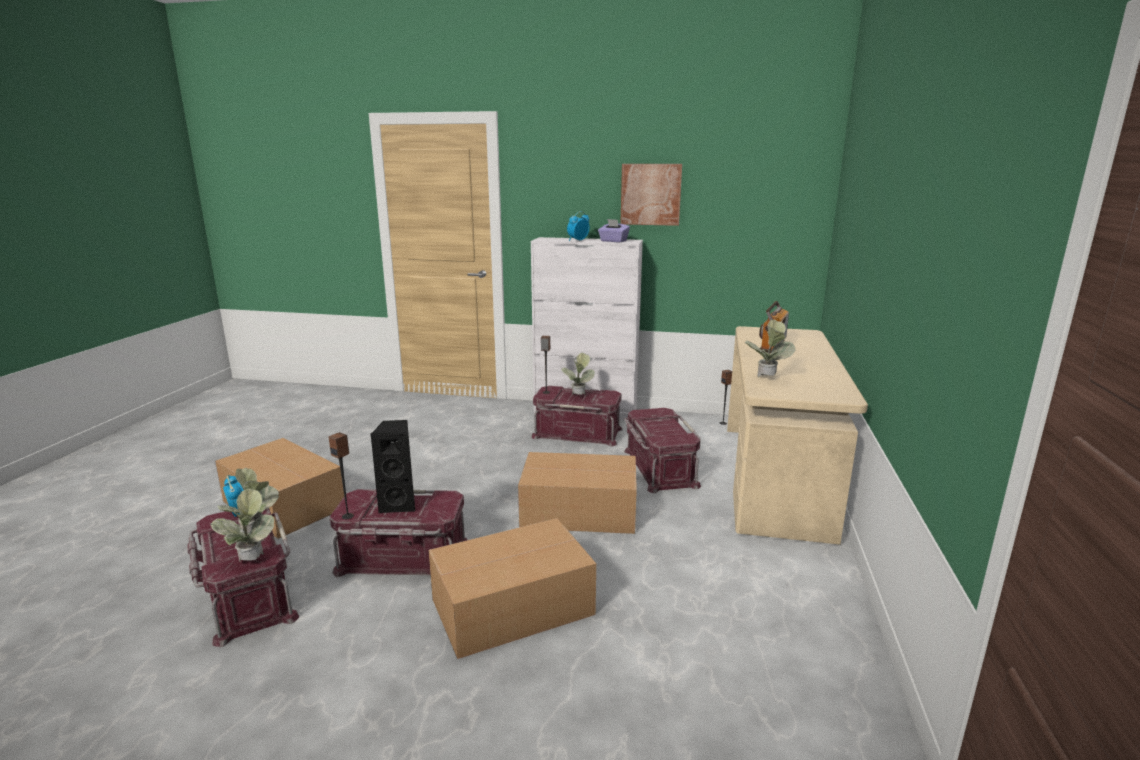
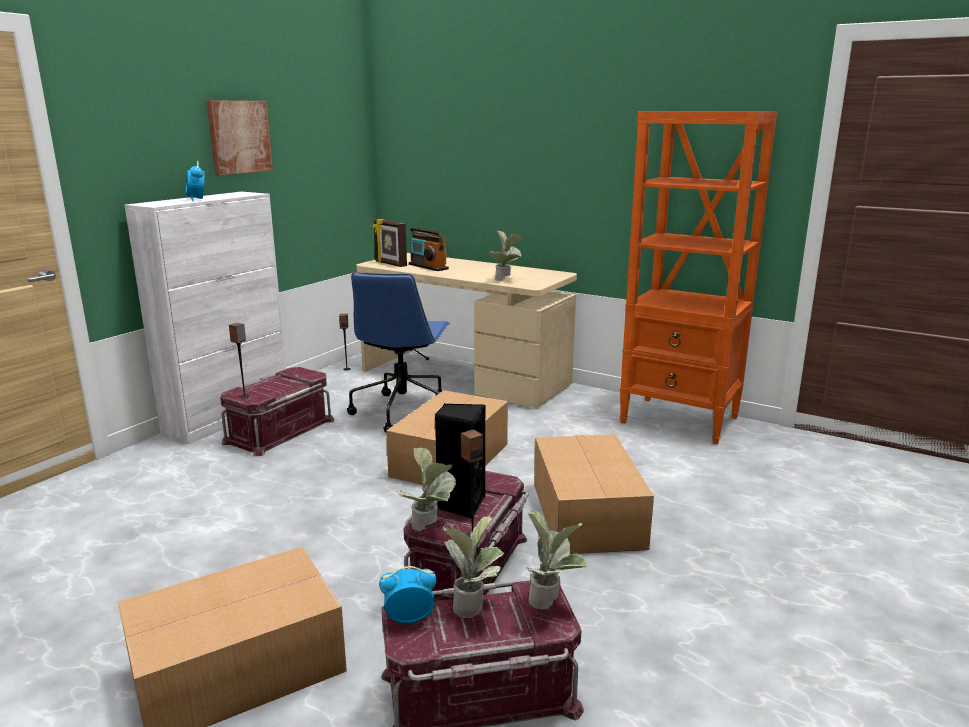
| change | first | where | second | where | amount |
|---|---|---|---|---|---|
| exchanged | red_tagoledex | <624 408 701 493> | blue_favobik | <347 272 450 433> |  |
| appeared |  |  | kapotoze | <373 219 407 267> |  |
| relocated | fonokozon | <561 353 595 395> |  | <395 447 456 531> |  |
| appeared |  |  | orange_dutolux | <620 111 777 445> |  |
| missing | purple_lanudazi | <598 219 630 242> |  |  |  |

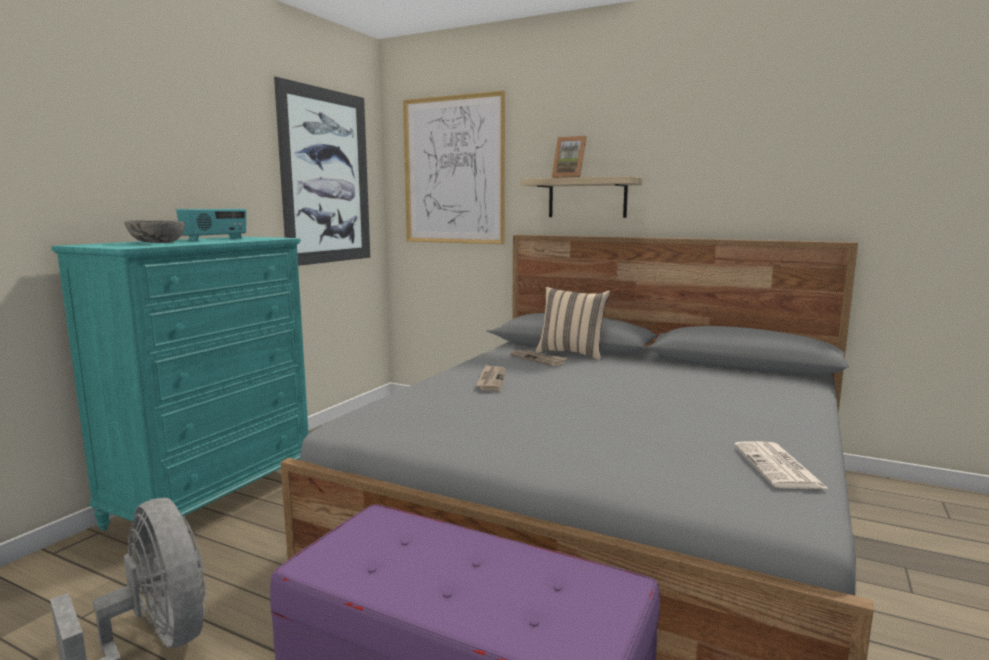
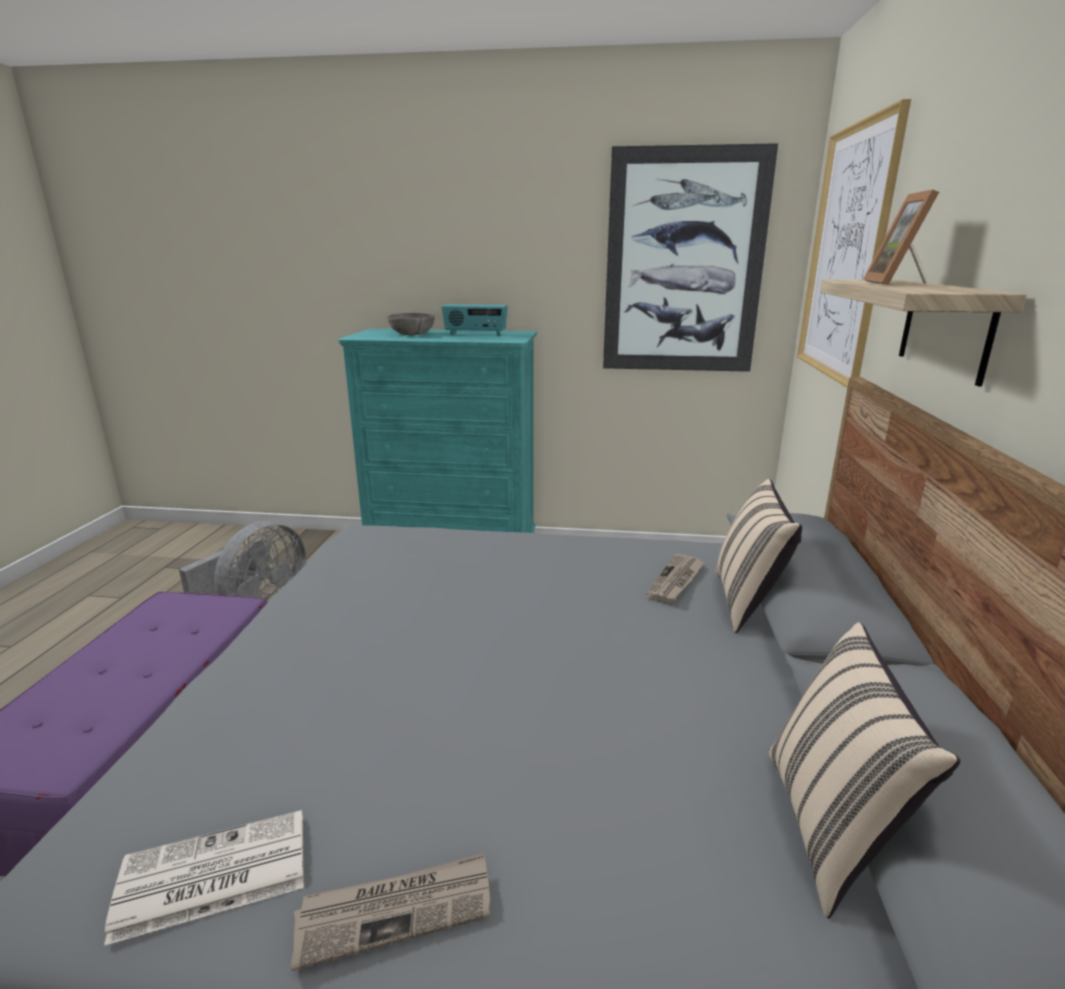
| change | first | where | second | where | amount |
|---|---|---|---|---|---|
| relocated | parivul | <476 365 506 391> |  | <291 852 490 971> |  |
| appeared |  |  | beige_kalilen | <769 622 960 918> |  |

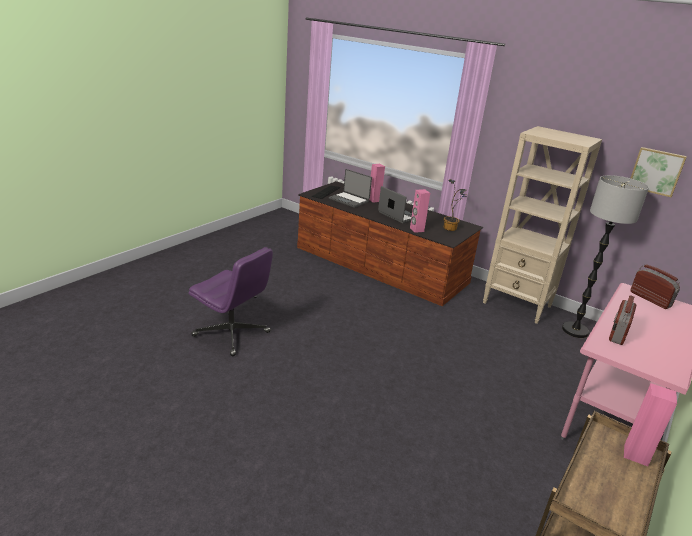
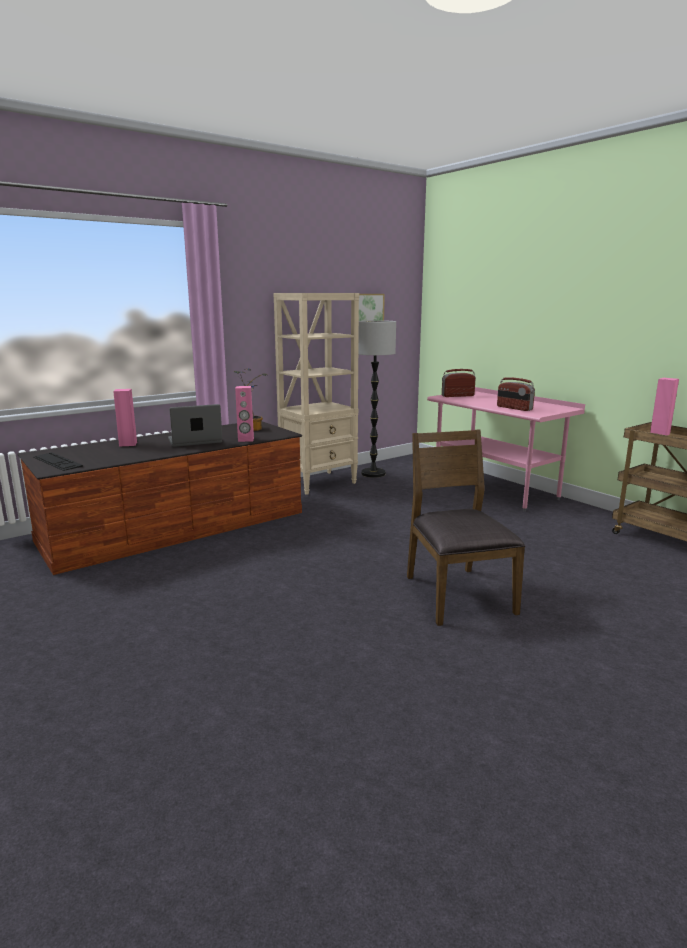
| change | first | where | second | where | amount |
|---|---|---|---|---|---|
| appeared |  |  | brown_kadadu | <407 429 526 626> |  |
| missing | purple_favobik | <189 247 273 356> |  |  |  |
| missing | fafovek | <329 169 372 208> |  |  |  |

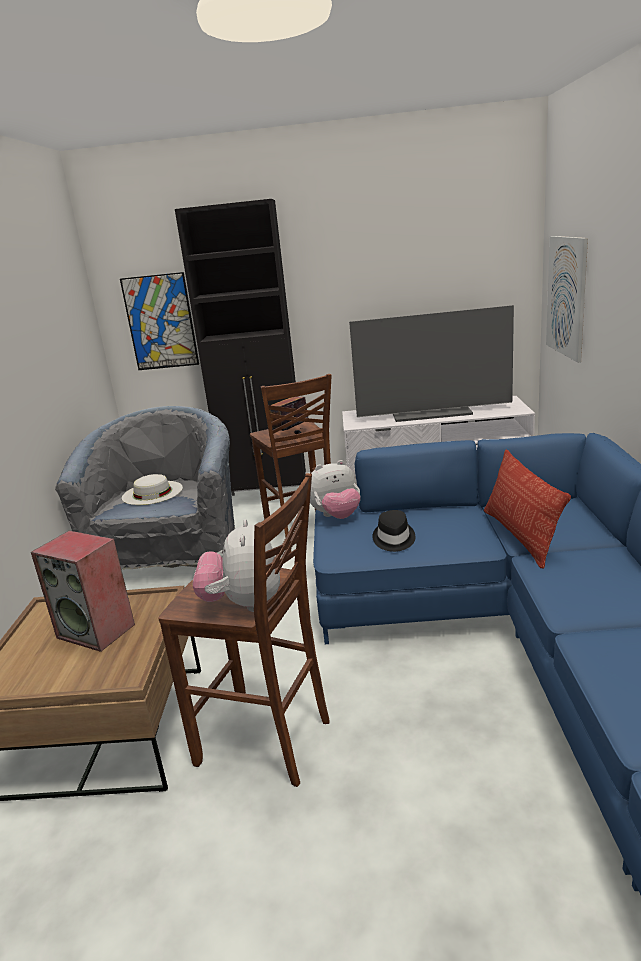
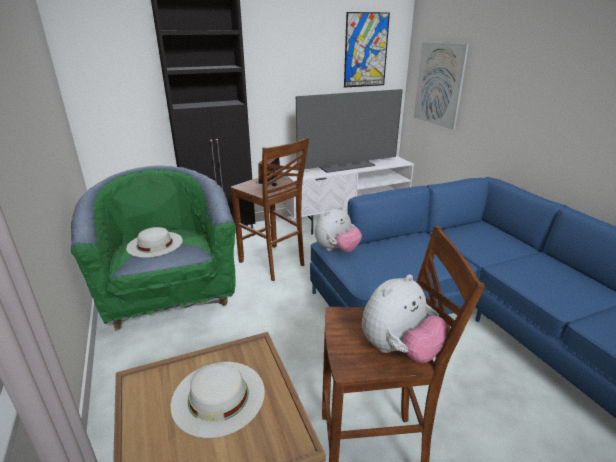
| change | first | where | second | where | amount |
|---|---|---|---|---|---|
| colour | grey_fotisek | <55 406 235 570> | green_fotisek | <71 166 236 331> |  |
| exchanged | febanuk | <31 531 135 652> | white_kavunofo | <171 362 265 438> |  |
| relocated | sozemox | <120 272 199 370> |  | <344 12 390 88> |  |
| spun | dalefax | <193 519 280 612> |  | <362 274 447 363> | 105 degrees counterclockwise |
| missing | black_kavunofo | <372 510 415 552> |  |  |  |
| missing | kalilen | <484 449 571 569> |  |  |  |

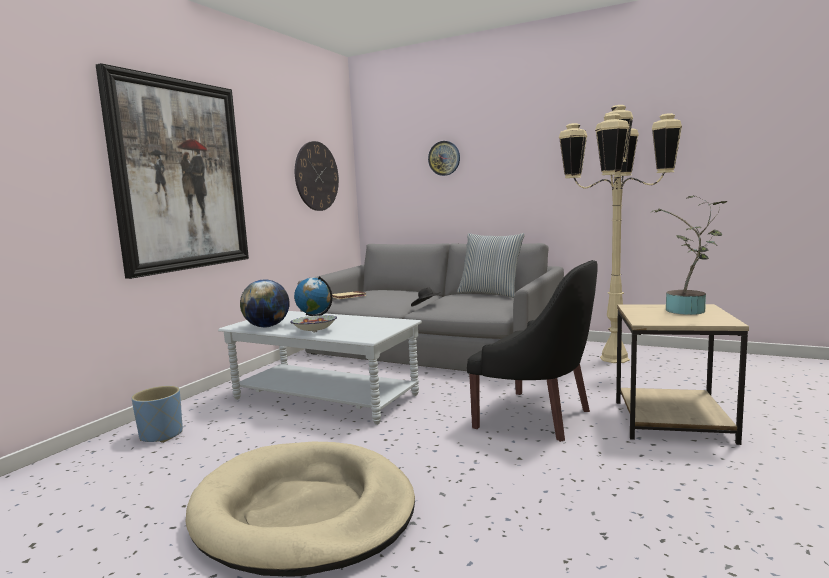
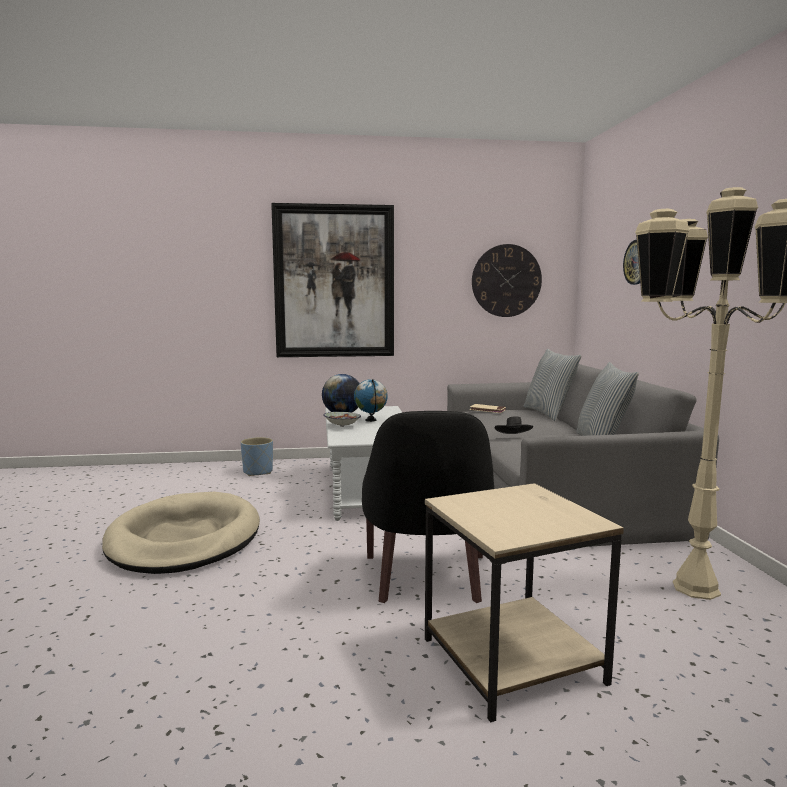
| change | first | where | second | where | amount |
|---|---|---|---|---|---|
| appeared |  |  | kalilen | <523 349 582 421> |  |
| missing | fonokozon | <652 195 728 315> |  |  |  |

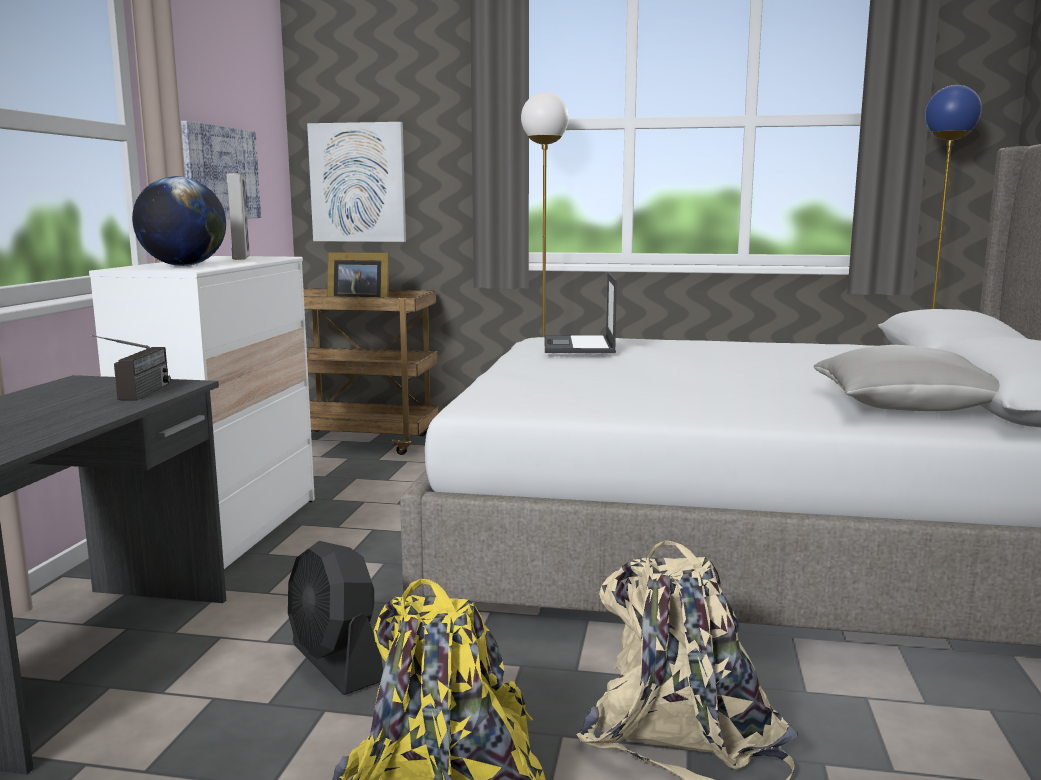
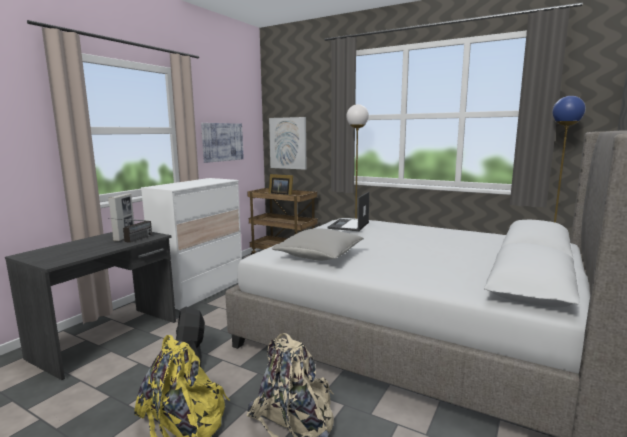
| change | first | where | second | where | amount |
|---|---|---|---|---|---|
| relocated | kapotoze | <226 173 250 260> |  | <108 193 134 241> |  |
| relocated | grey_kalilen | <813 345 1000 411> |  | <272 229 364 261> |  |
| missing | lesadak | <132 176 226 266> |  |  |  |

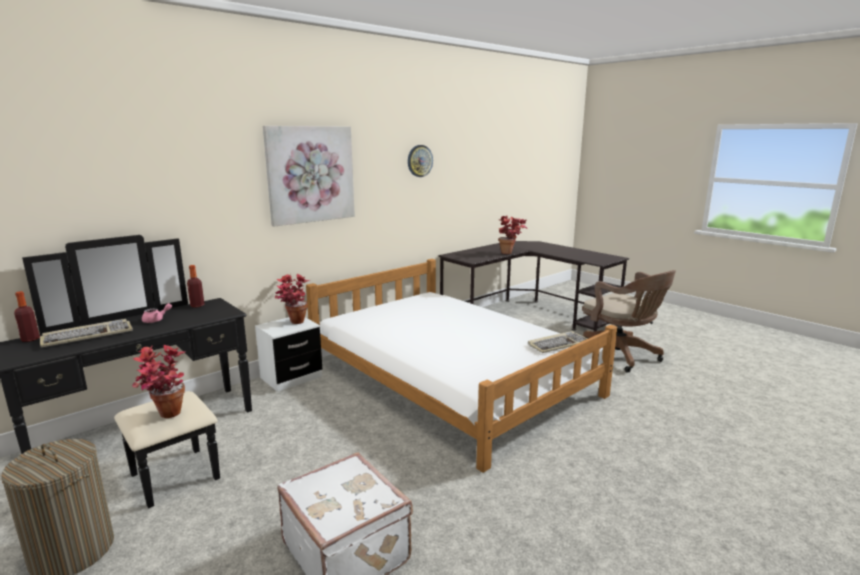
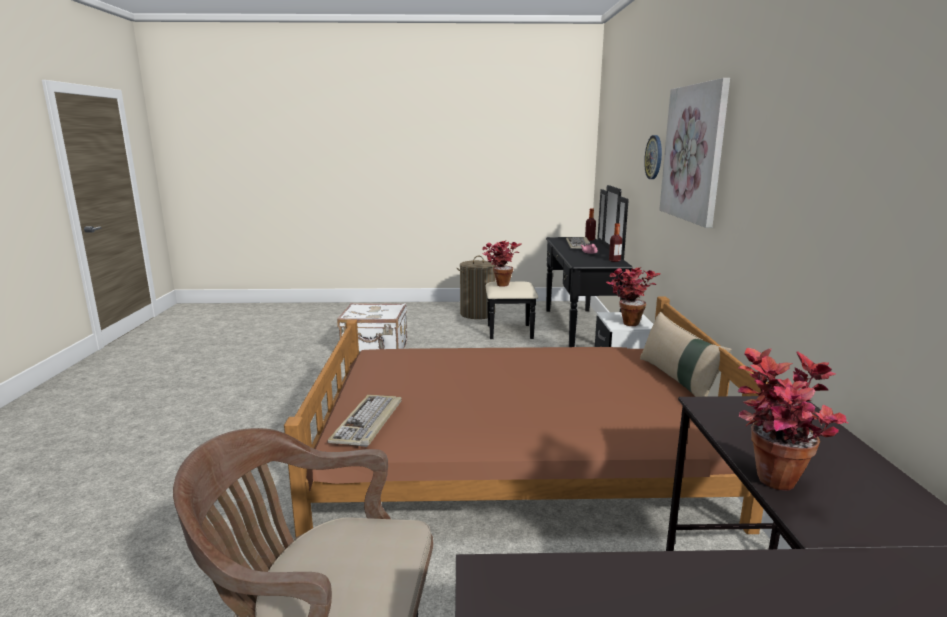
| change | first | where | second | where | amount |
|---|---|---|---|---|---|
| colour | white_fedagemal | <306 259 617 473> | brown_fedagemal | <284 297 768 538> |  |
| appeared |  |  | beige_kalilen | <640 312 731 397> |  |
| relocated | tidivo | <408 145 433 177> |  | <644 135 662 179> |  |

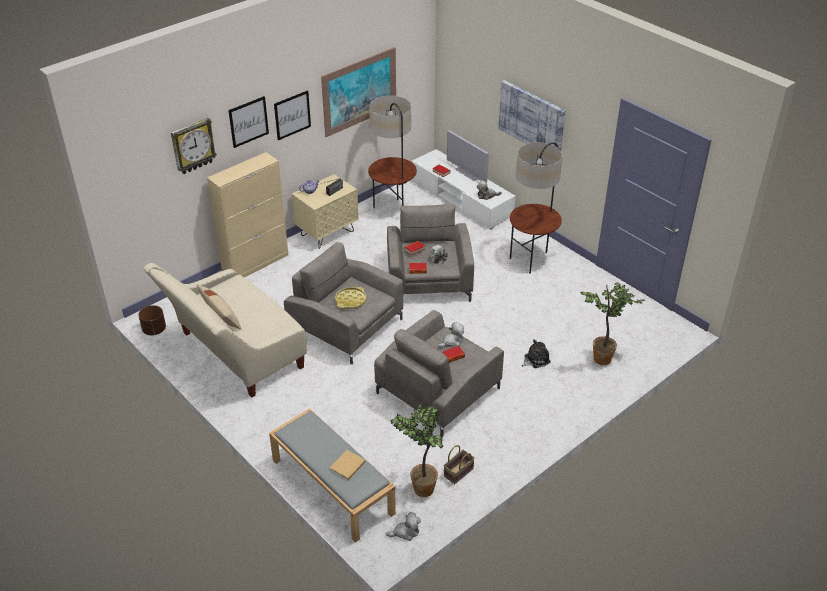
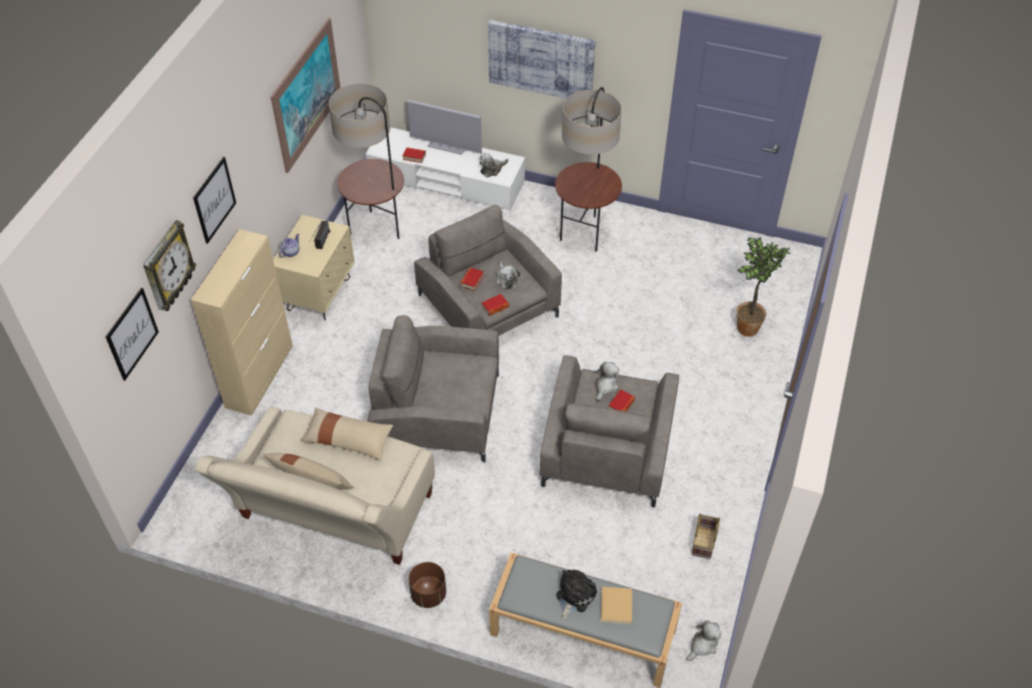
| change | first | where | second | where | amount |
|---|---|---|---|---|---|
| relocated | sozemox | <274 90 311 140> |  | <106 288 159 381> |  |
| appeared |  |  | beige_kalilen | <301 407 393 460> |  |
| relocated | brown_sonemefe | <138 305 166 335> |  | <409 562 446 608> |  |
| relocated | dalefax | <522 339 551 368> |  | <556 570 597 619> |  |
| missing | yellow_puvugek | <335 287 366 309> |  |  |  |
| missing | fonokozon | <391 404 443 497> |  |  |  |

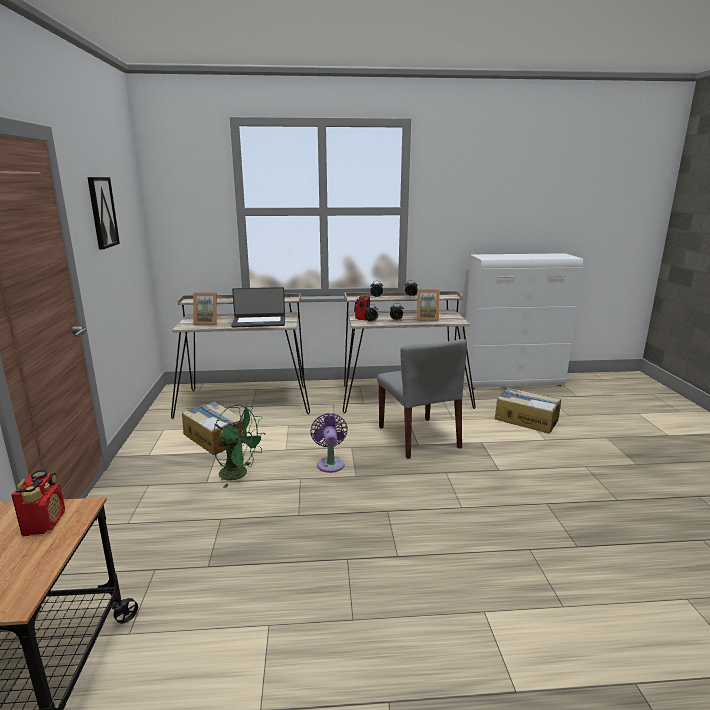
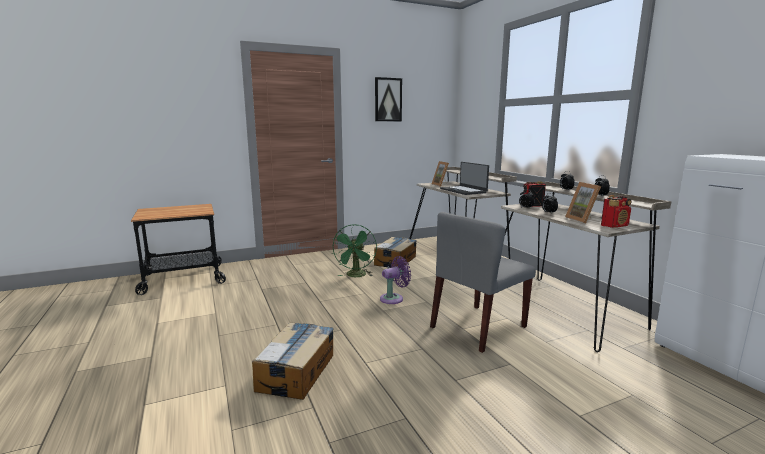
| change | first | where | second | where | amount |
|---|---|---|---|---|---|
| relocated | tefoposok | <495 387 561 433> |  | <252 322 334 400> |  |
| relocated | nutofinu | <12 469 65 536> |  | <601 195 631 228> |  |

